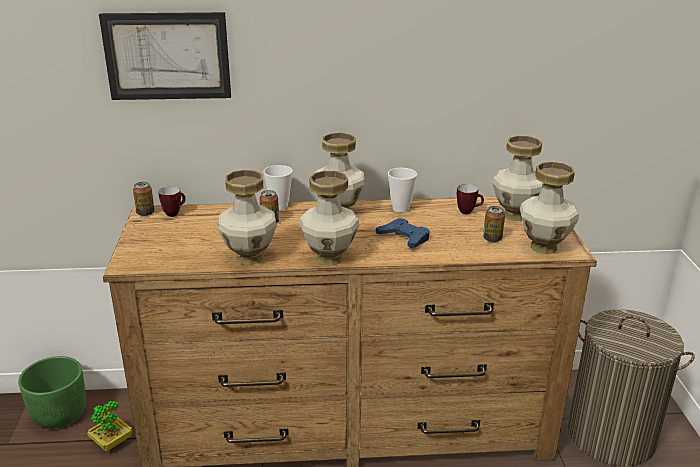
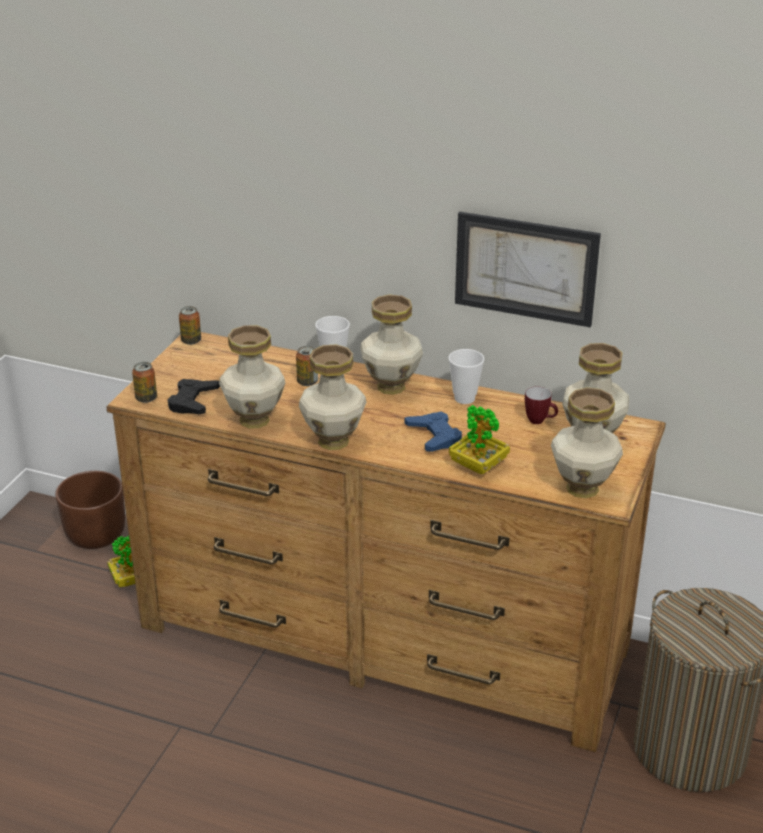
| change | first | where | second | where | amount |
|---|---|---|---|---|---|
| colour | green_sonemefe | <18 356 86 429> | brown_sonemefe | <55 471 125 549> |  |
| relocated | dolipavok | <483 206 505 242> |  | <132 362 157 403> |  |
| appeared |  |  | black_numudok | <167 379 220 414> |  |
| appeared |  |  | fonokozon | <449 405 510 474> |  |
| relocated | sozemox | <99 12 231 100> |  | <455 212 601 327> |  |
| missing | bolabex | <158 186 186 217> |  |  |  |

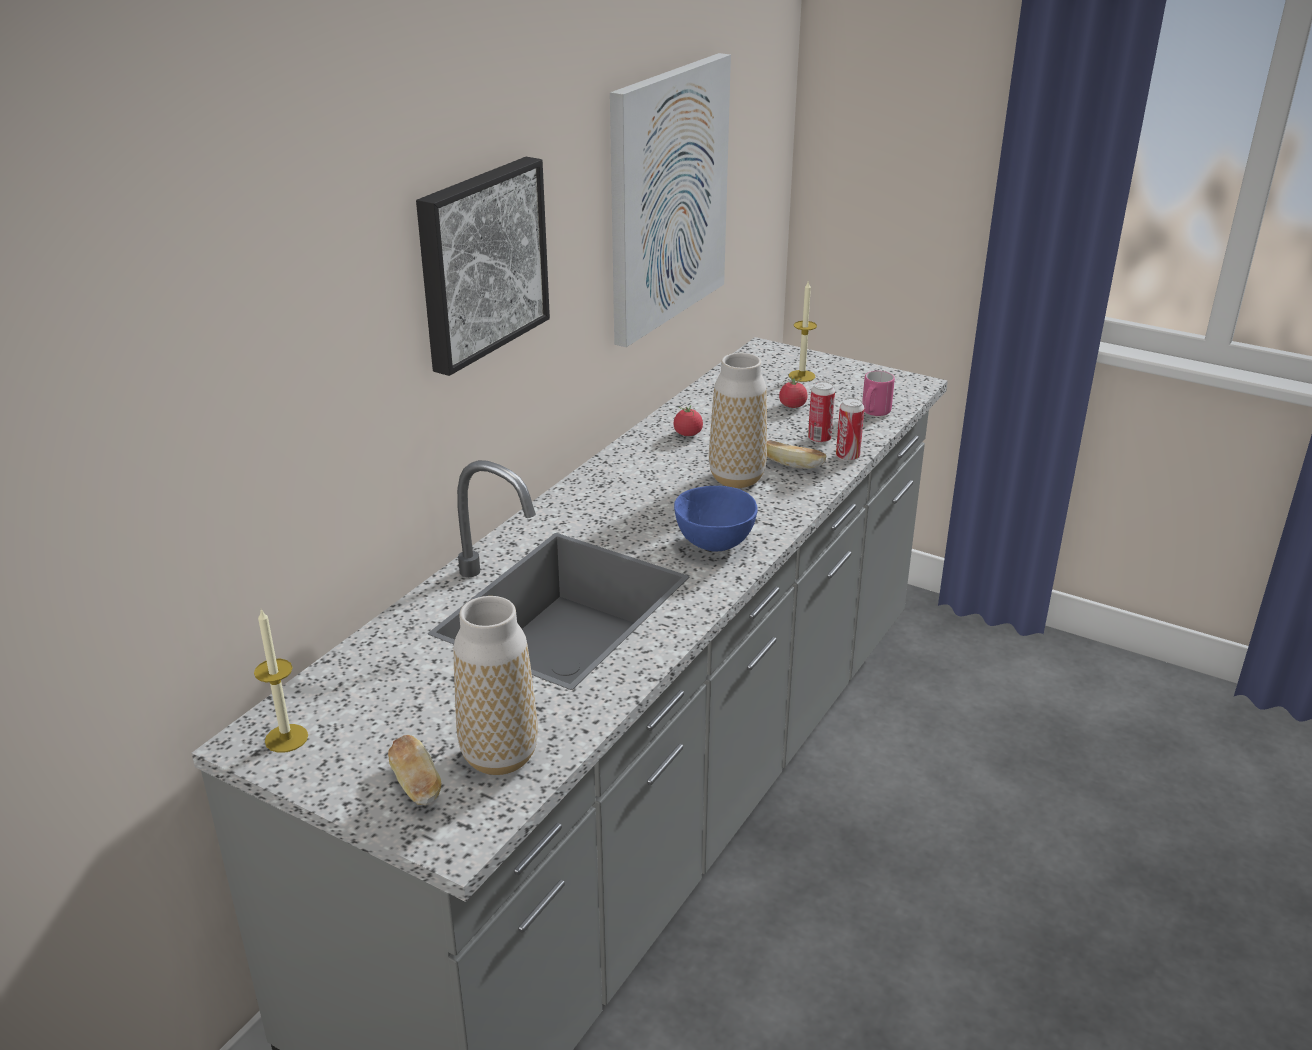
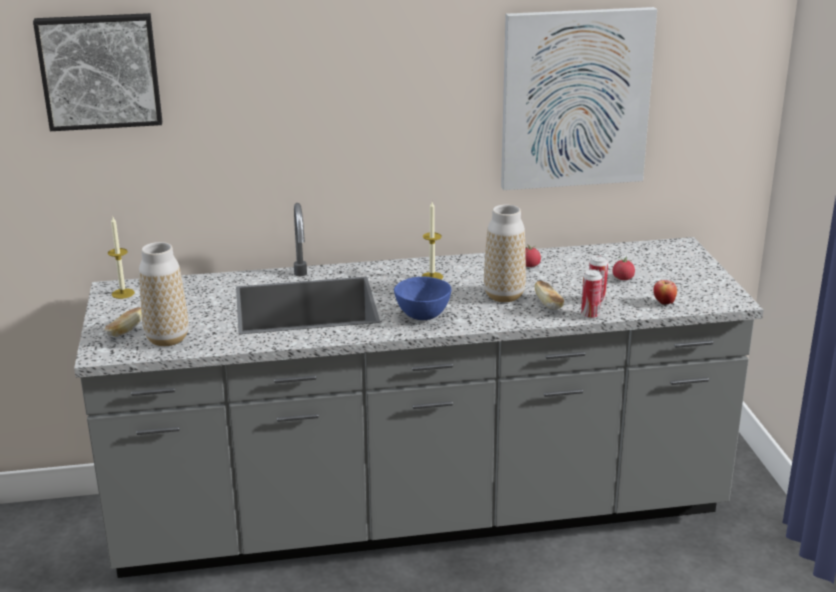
| change | first | where | second | where | amount |
|---|---|---|---|---|---|
| relocated | sozemox | <416 157 550 376> |  | <33 13 162 131> |  |
| relocated | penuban | <789 280 817 382> |  | <421 202 443 279> |  |
| exchanged | pink_bolabex | <862 371 895 416> | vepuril | <653 280 677 306> |  |

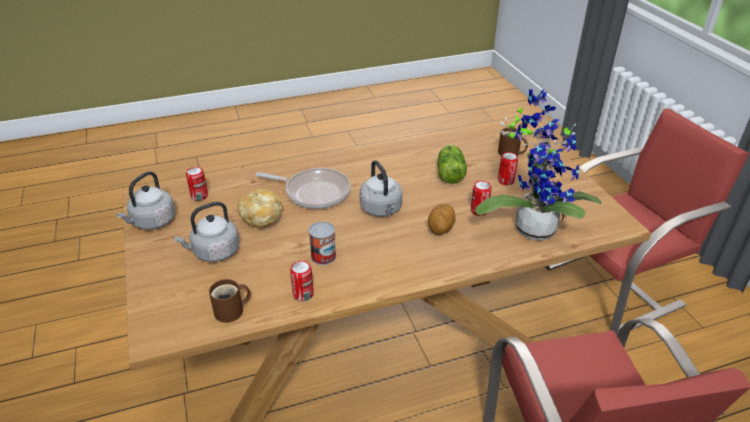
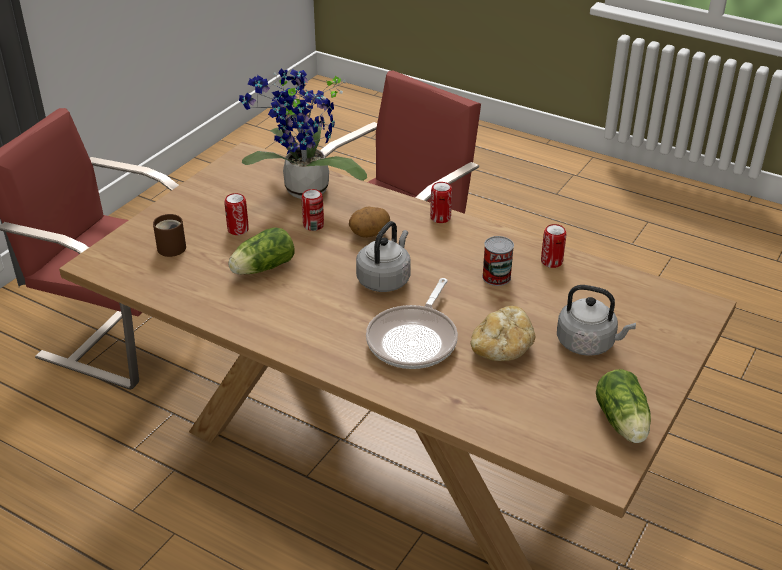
| change | first | where | second | where | amount |
|---|---|---|---|---|---|
| spun | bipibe | <255 168 351 209> |  | <366 278 458 369> | 135 degrees counterclockwise |
| relocated | dolipavok | <186 167 208 201> |  | <430 182 452 223> |  |
| exchanged | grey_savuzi | <116 171 175 230> | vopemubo | <596 369 651 443> |  |
| missing | brown_bolabex | <209 279 251 323> |  |  |  |

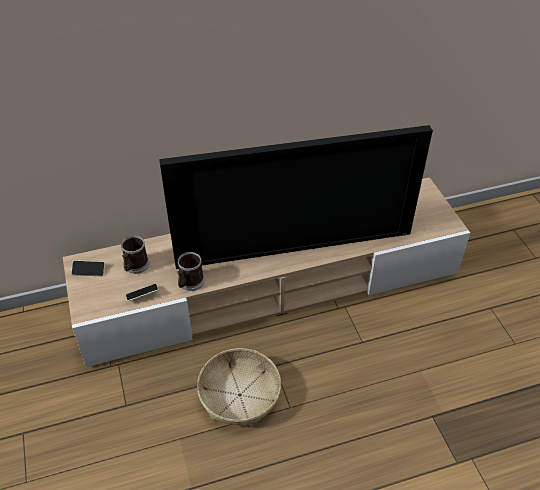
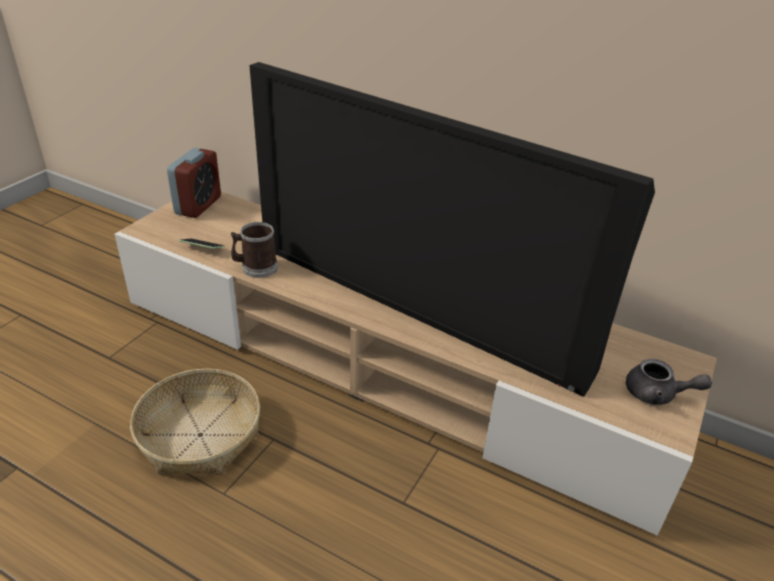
| change | first | where | second | where | amount |
|---|---|---|---|---|---|
| exchanged | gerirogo | <71 260 105 276> | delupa | <167 148 221 218> |  |
| appeared |  |  | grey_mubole | <626 359 712 405> |  |
| missing | bolabex | <121 236 150 274> |  |  |  |

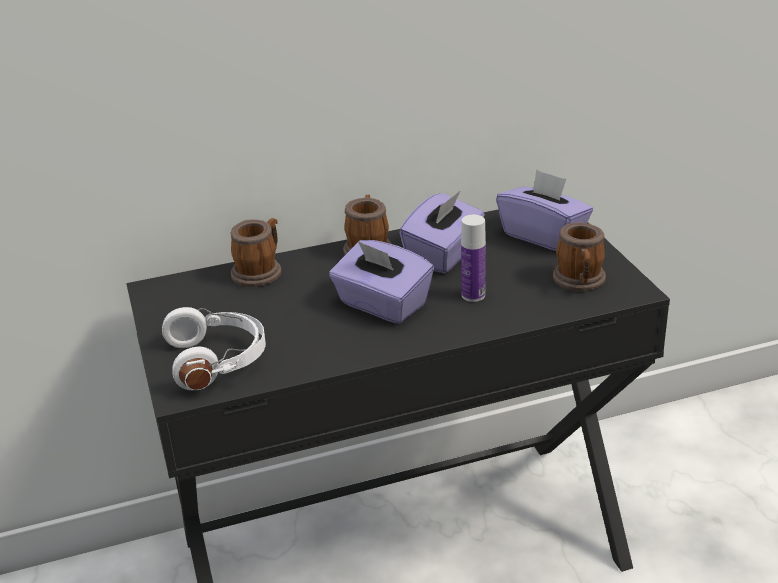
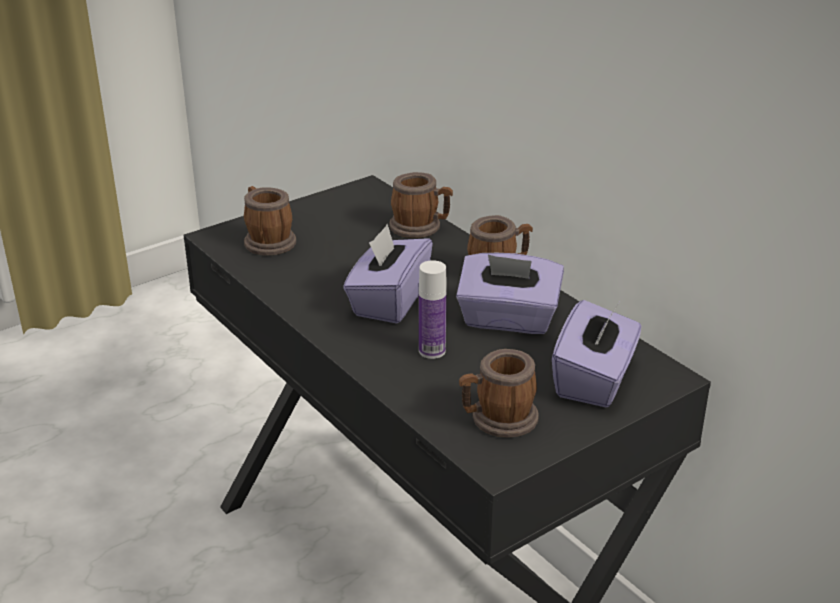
| change | first | where | second | where | amount |
|---|---|---|---|---|---|
| exchanged | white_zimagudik | <162 307 266 390> | bolabex | <244 186 296 256> |  |

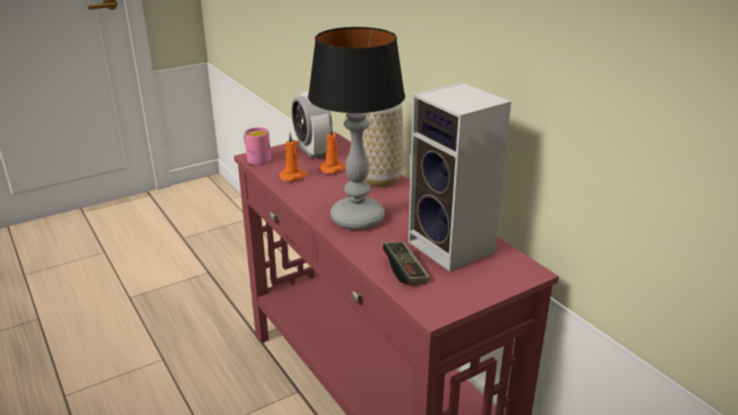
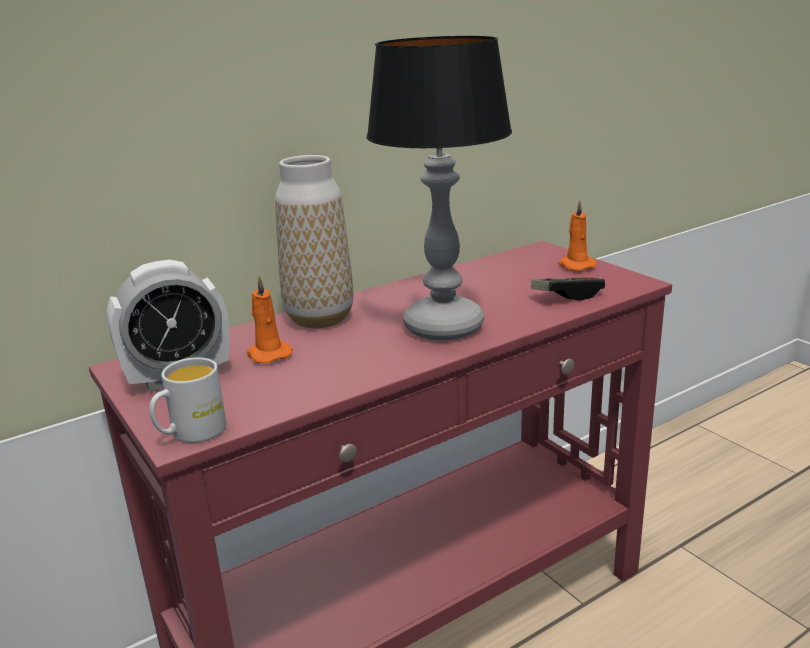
| change | first | where | second | where | amount |
|---|---|---|---|---|---|
| colour | pink_bolabex | <244 127 271 165> | white_bolabex | <149 357 226 443> |  |
| relocated | orange_penuban | <279 132 308 181> |  | <558 200 597 271> |  |
| missing | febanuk | <408 82 511 272> |  |  |  |

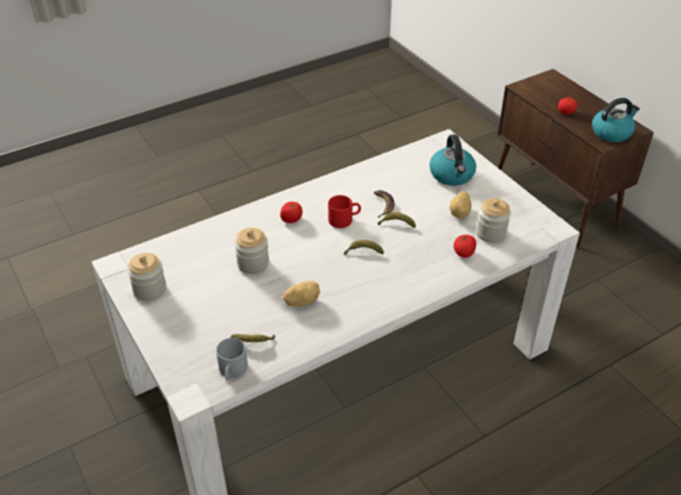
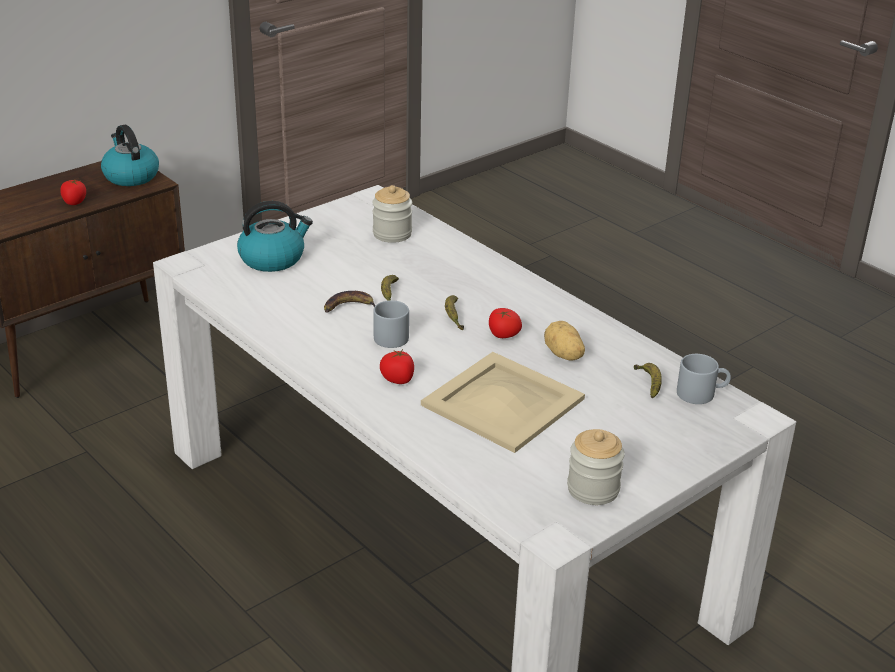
| change | first | where | second | where | amount |
|---|---|---|---|---|---|
| colour | red_bolabex | <328 195 361 228> | grey_bolabex | <373 300 409 348> |  |
| exchanged | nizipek | <234 228 269 274> | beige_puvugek | <421 352 585 453> |  |
| relocated | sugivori | <454 234 476 258> |  | <489 308 522 338> |  |
| missing | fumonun | <450 191 472 219> |  |  |  |

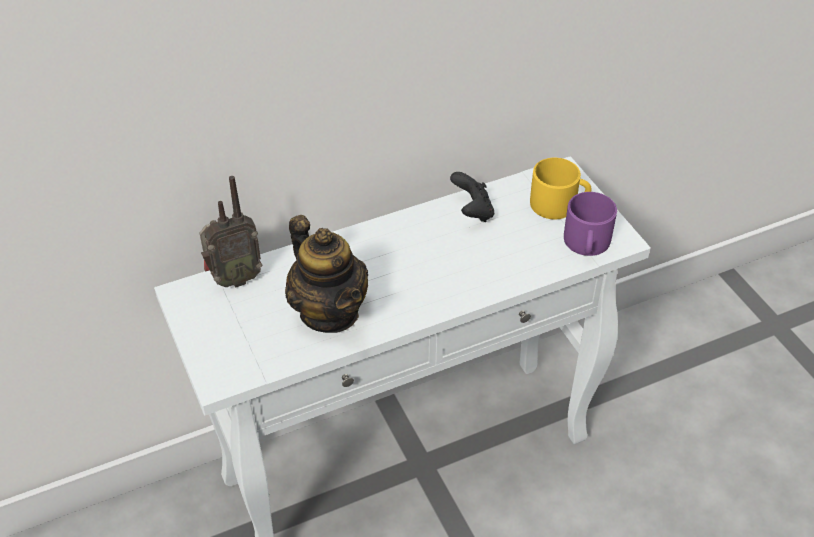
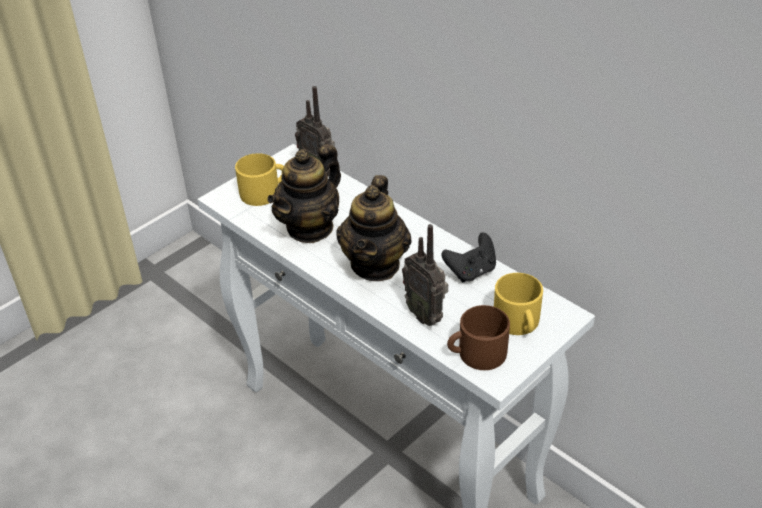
| change | first | where | second | where | amount |
|---|---|---|---|---|---|
| appeared |  |  | yellow_bolabex | <235 153 284 206> |  |
| appeared |  |  | mubole | <336 175 412 281> |  |
| appeared |  |  | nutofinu | <402 224 448 326> |  |
| colour | purple_bolabex | <564 192 617 256> | brown_bolabex | <447 305 510 370> |  |

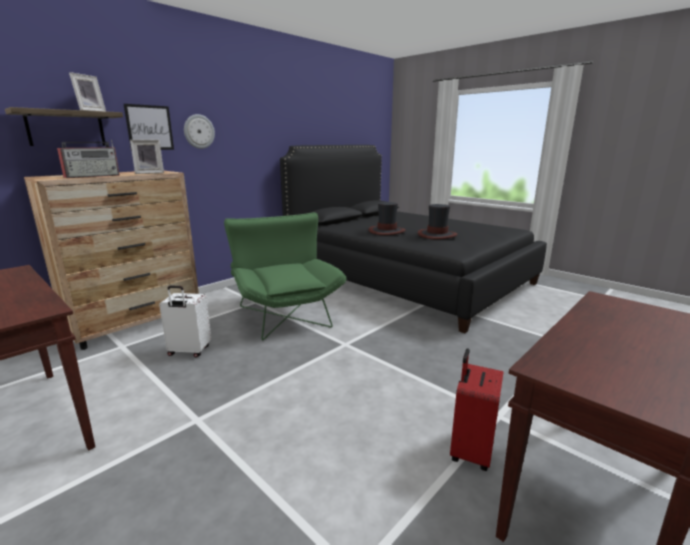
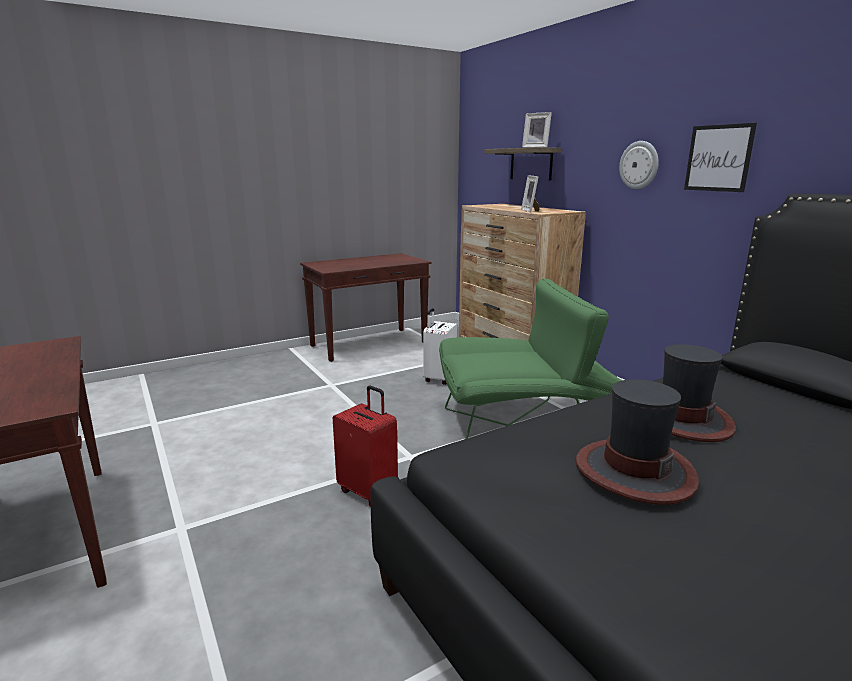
| change | first | where | second | where | amount |
|---|---|---|---|---|---|
| relocated | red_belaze | <450 349 504 471> |  | <333 386 398 507> |  |
| relocated | sozemox | <124 104 174 150> |  | <684 123 757 192> |  |
| missing | nutofinu | <57 140 120 178> |  |  |  |

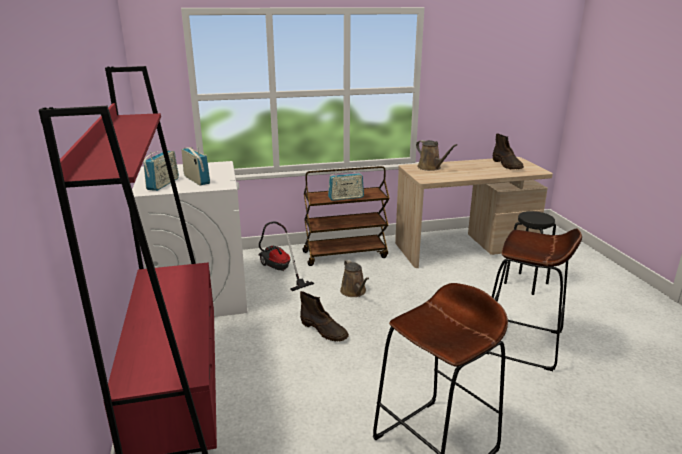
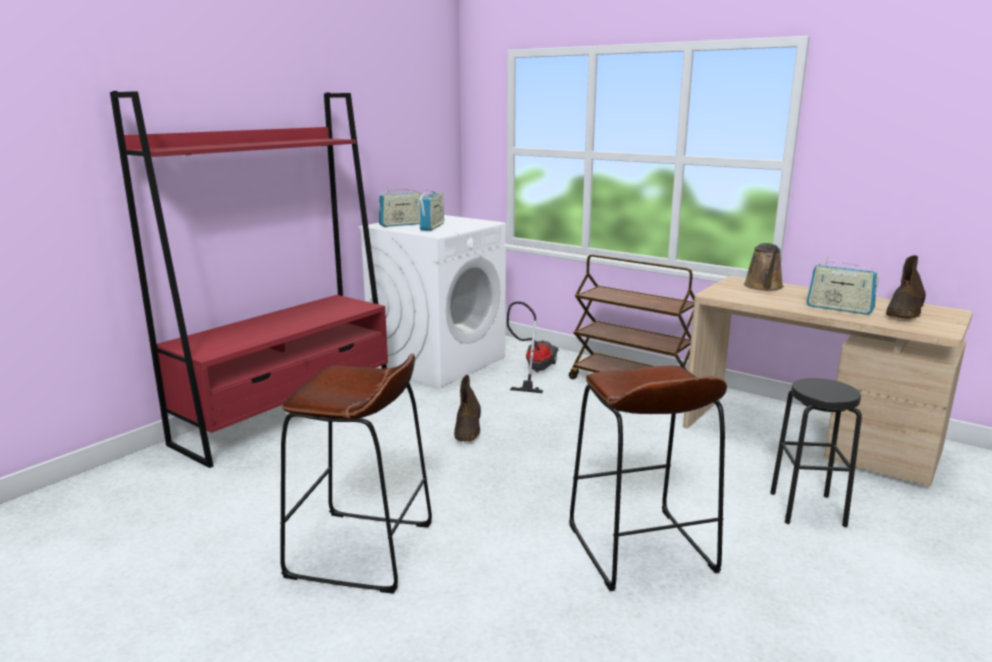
| change | first | where | second | where | amount |
|---|---|---|---|---|---|
| relocated | nutofinu | <328 172 364 201> |  | <807 257 879 315> |  |
| missing | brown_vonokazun | <340 259 369 297> |  |  |  |

